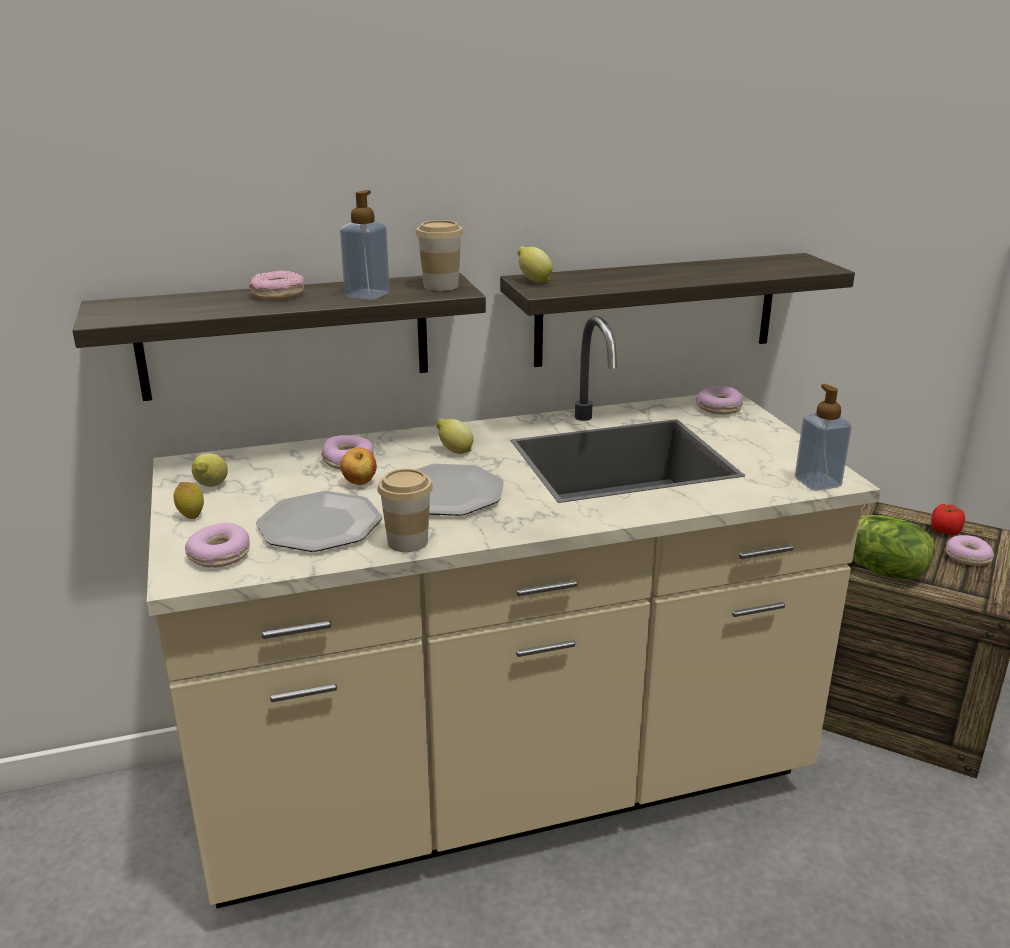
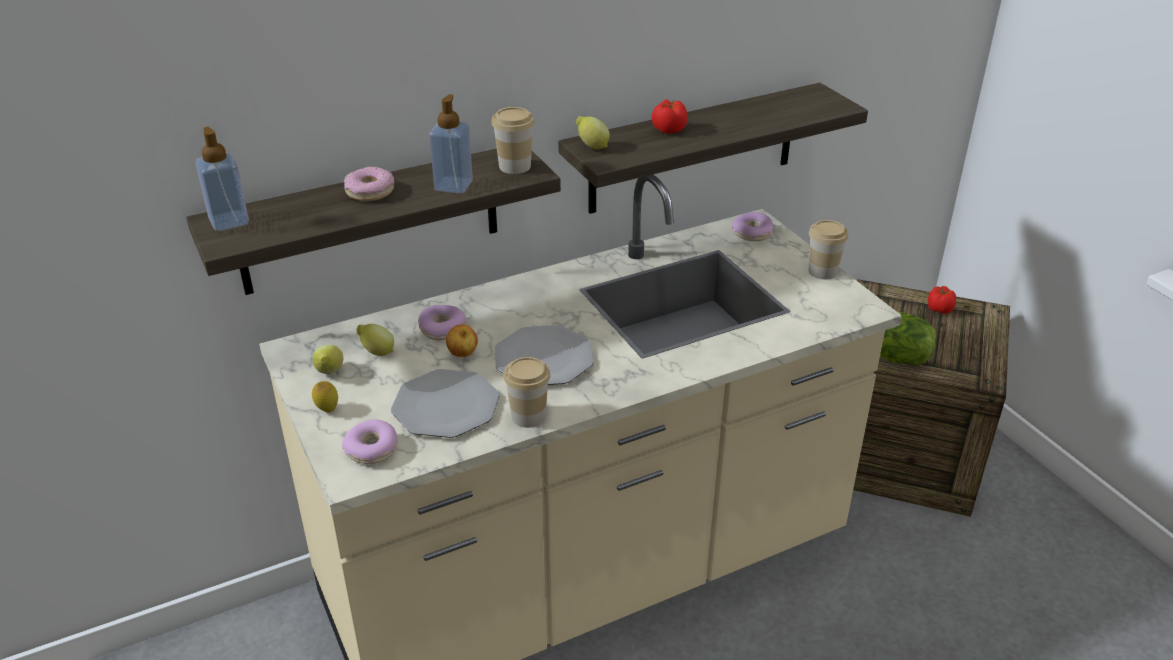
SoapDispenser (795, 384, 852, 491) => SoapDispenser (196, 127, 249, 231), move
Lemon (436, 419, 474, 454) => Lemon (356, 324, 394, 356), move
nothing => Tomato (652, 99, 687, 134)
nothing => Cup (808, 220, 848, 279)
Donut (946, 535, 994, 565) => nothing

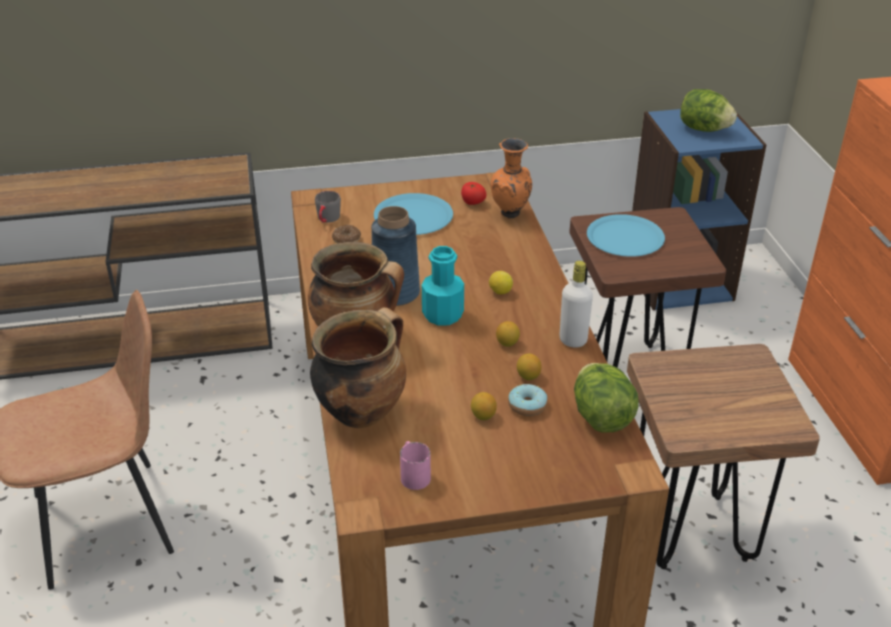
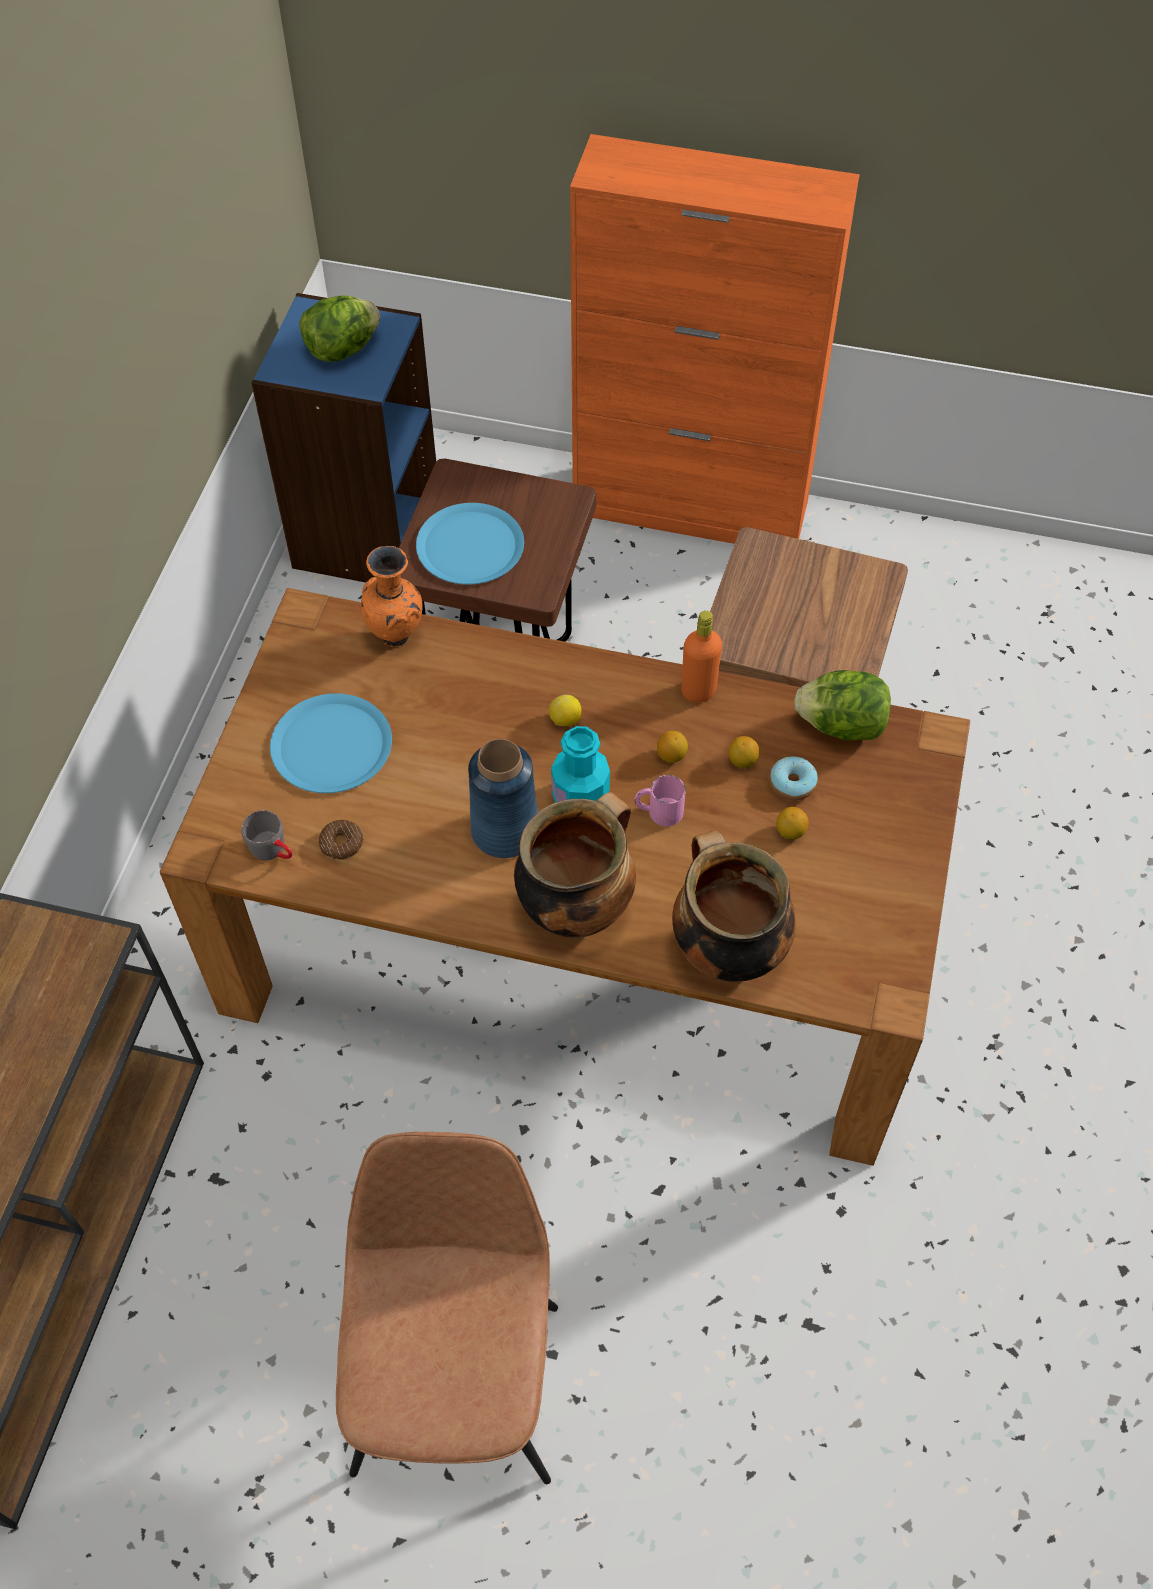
PinkMug (400, 441, 431, 490) => PinkMug (635, 775, 686, 826), move
WhiteBottle (560, 261, 593, 348) => OrangeBottle (681, 611, 722, 703)
Tomato (461, 182, 486, 205) => nothing

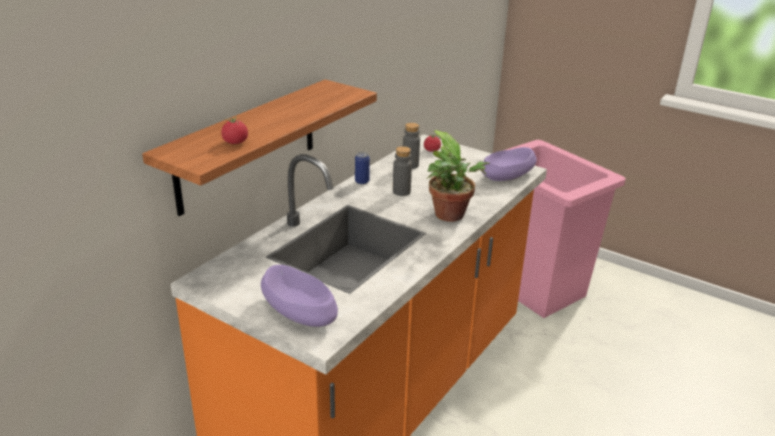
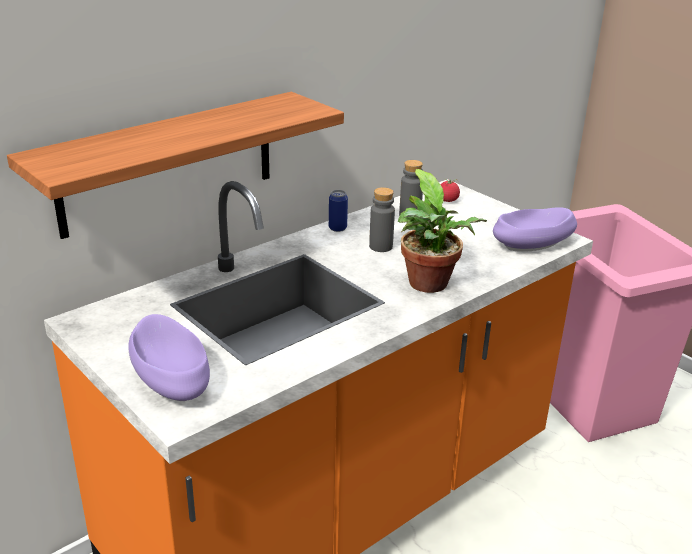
Tomato (221, 117, 248, 144) => nothing

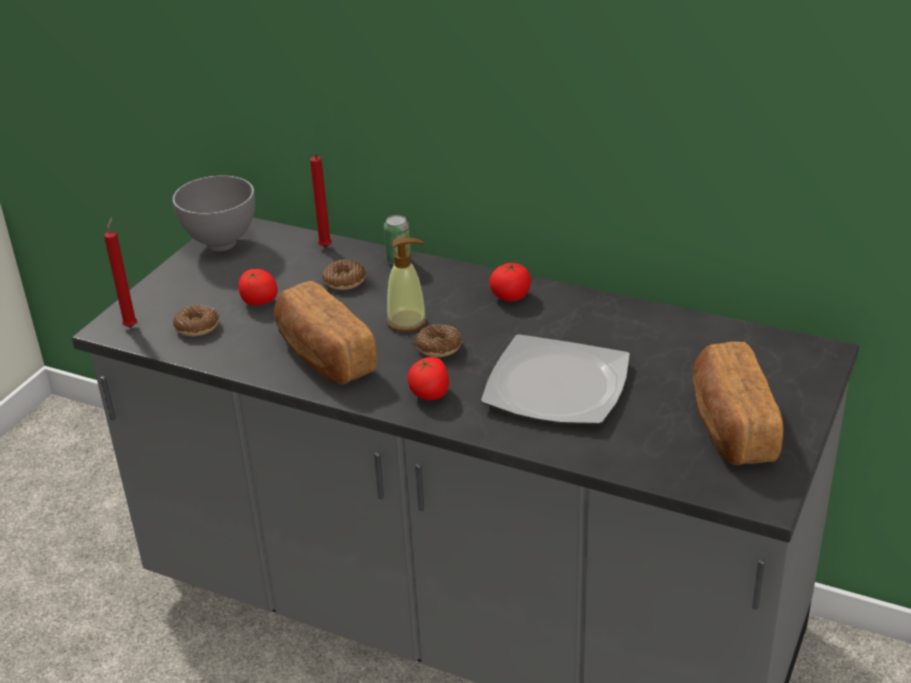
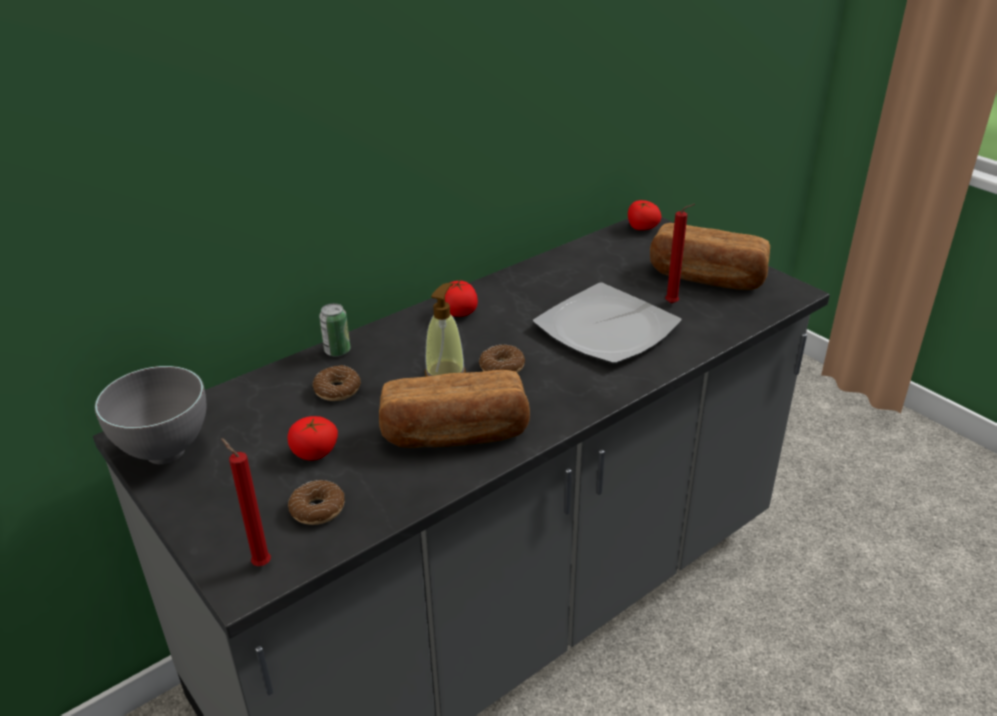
Tomato (407, 357, 449, 400) => Tomato (628, 200, 661, 230), move
RedCandle (310, 153, 332, 248) => RedCandle (665, 204, 695, 304), move

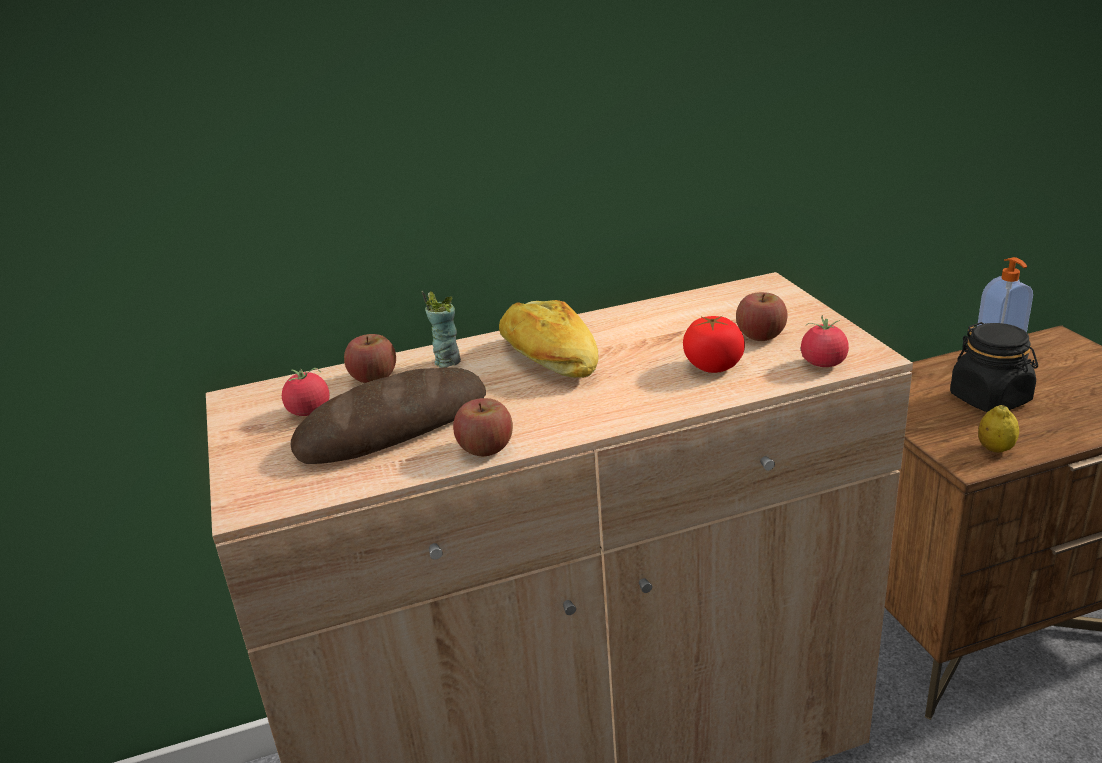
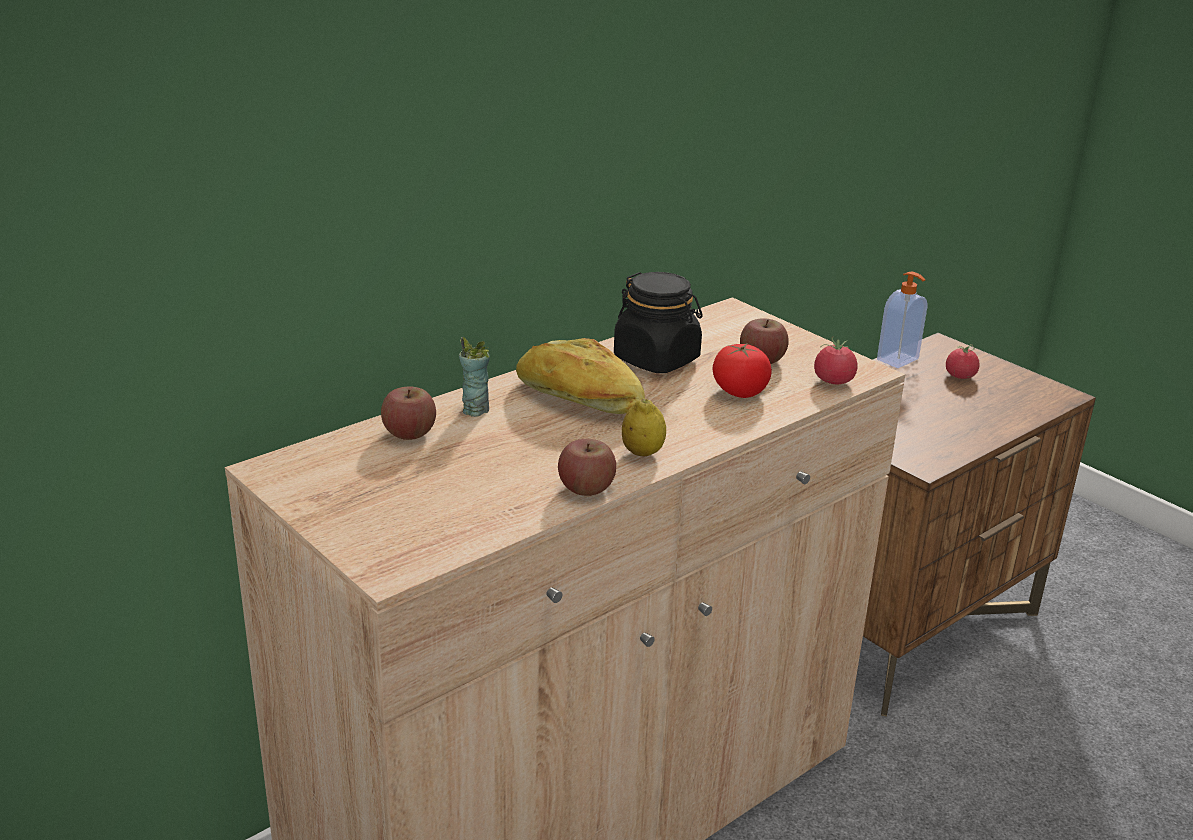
BlackJar (950, 322, 1038, 412) => BlackJar (614, 272, 703, 373), move
Lemon (978, 405, 1019, 453) => Lemon (622, 399, 666, 456), move
Tomato (282, 368, 330, 416) => Tomato (946, 344, 980, 379), move
Bread (291, 367, 486, 464) => nothing

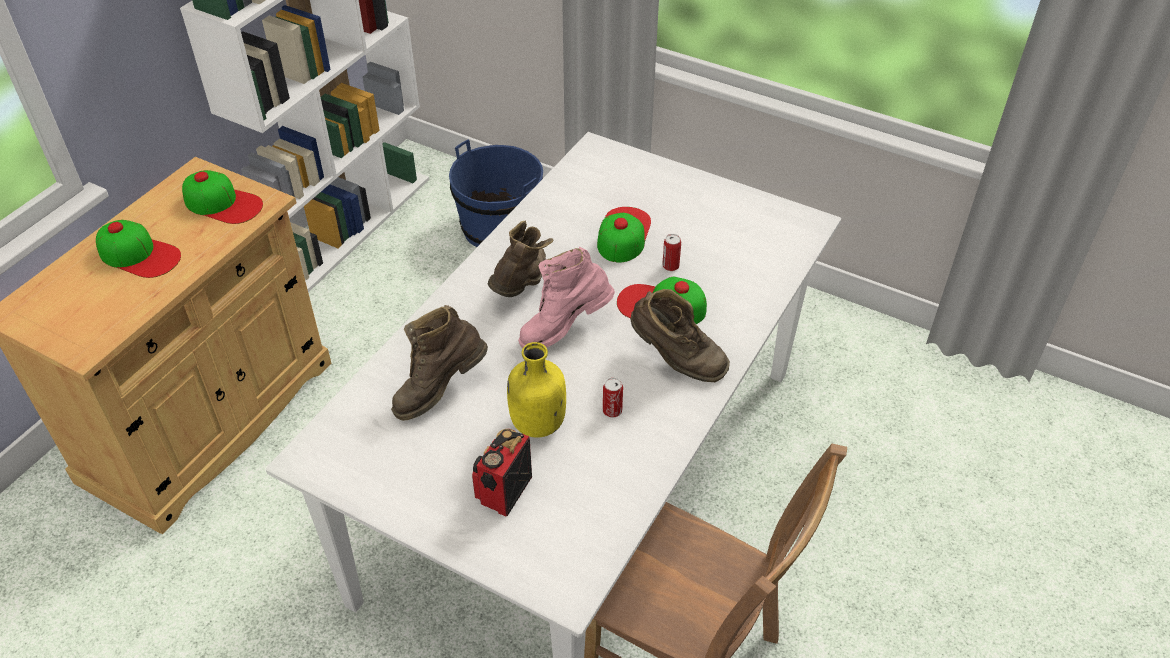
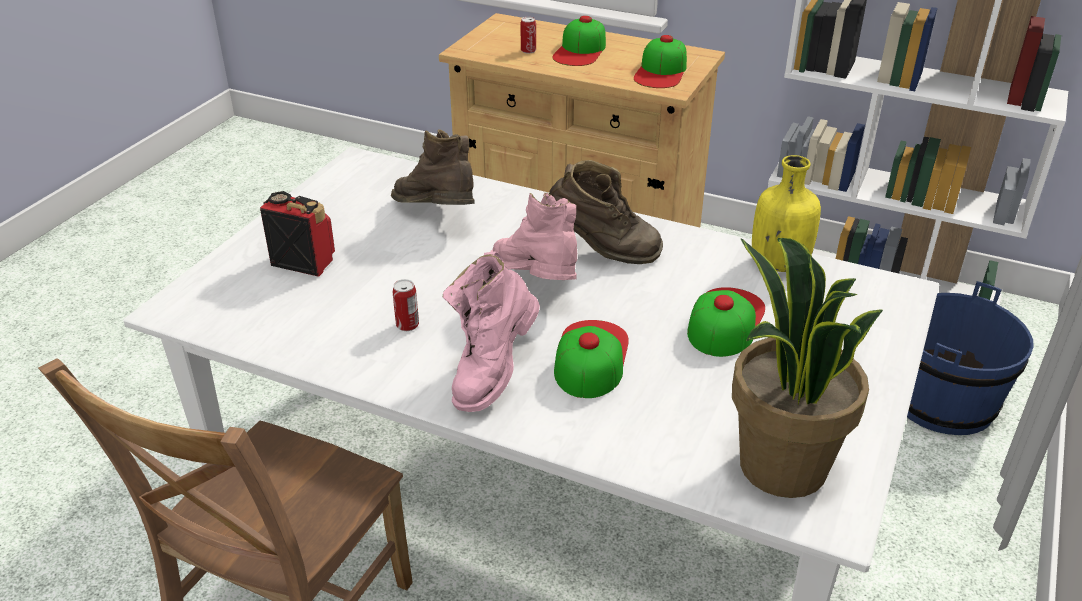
BrownBoot (630, 289, 730, 382) => PinkBoot (443, 252, 540, 412)
Can (662, 234, 681, 271) => Can (520, 17, 536, 54), move
Cap (597, 207, 651, 263) => Cap (687, 287, 765, 357), 75 degrees counterclockwise
nothing => PottedPlant (732, 238, 883, 498)
YellowBottle (507, 342, 566, 438) => YellowBottle (752, 155, 821, 272), move

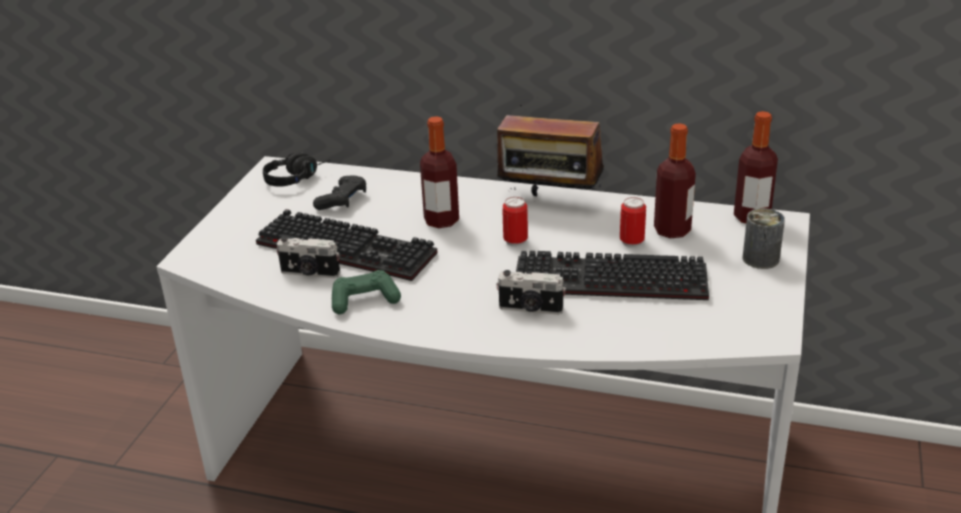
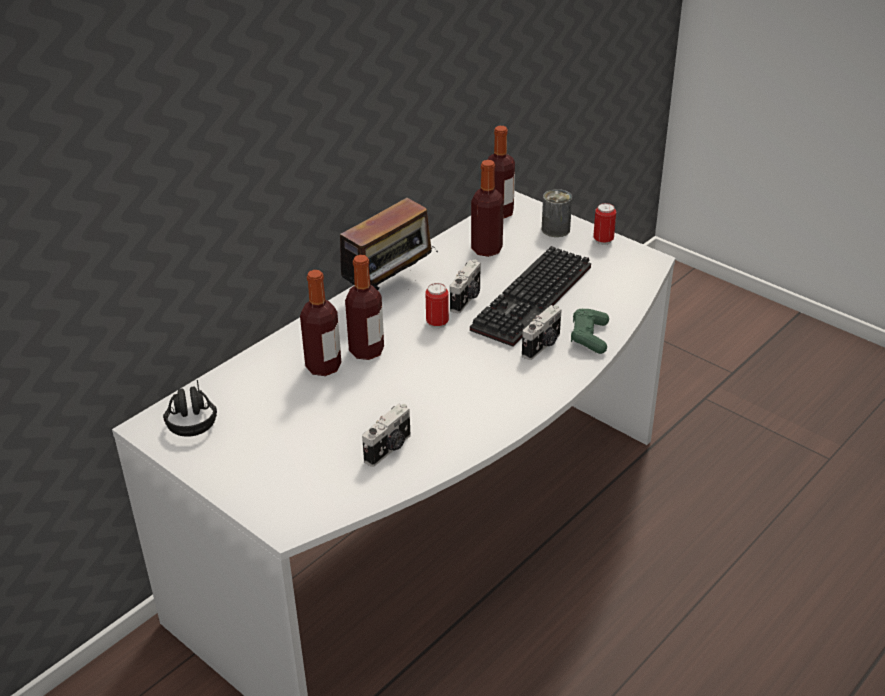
nothing => Bottle (300, 270, 341, 376)
nothing => PhotoCamera (450, 260, 481, 313)
GreenGameController (332, 270, 401, 314) => GreenGameController (571, 309, 609, 354), move
Can (620, 197, 646, 248) => Can (593, 203, 616, 245), move
Keyboard (256, 209, 438, 281) => nothing
BlackGameController (313, 175, 366, 210) => nothing

